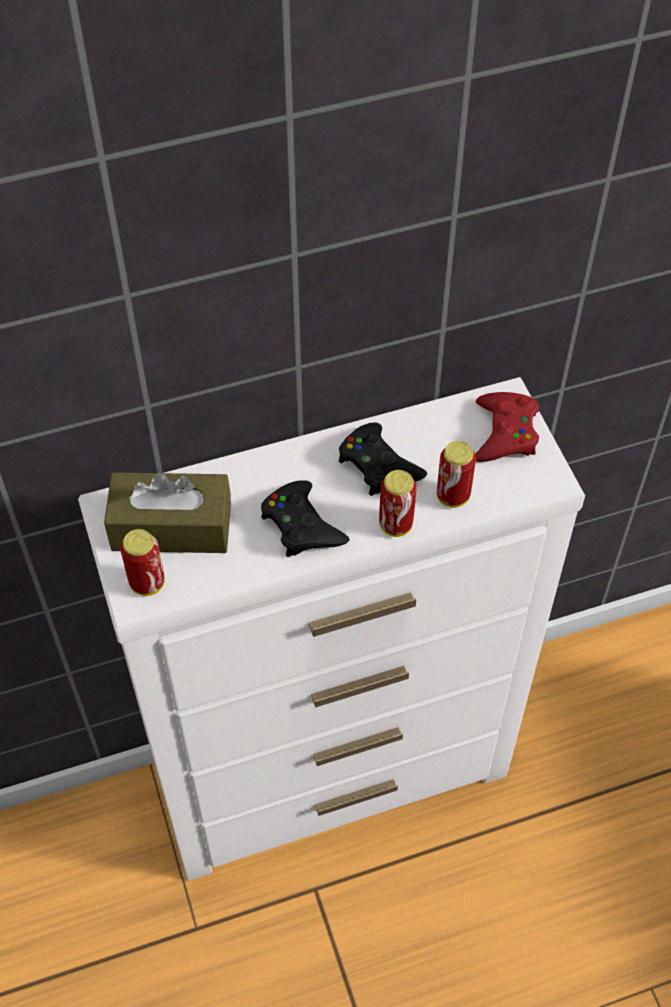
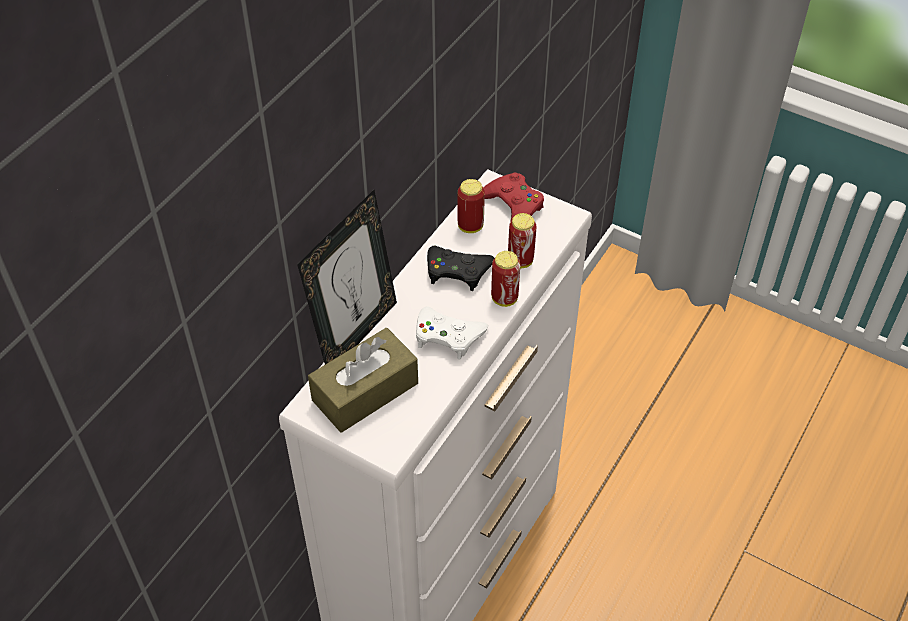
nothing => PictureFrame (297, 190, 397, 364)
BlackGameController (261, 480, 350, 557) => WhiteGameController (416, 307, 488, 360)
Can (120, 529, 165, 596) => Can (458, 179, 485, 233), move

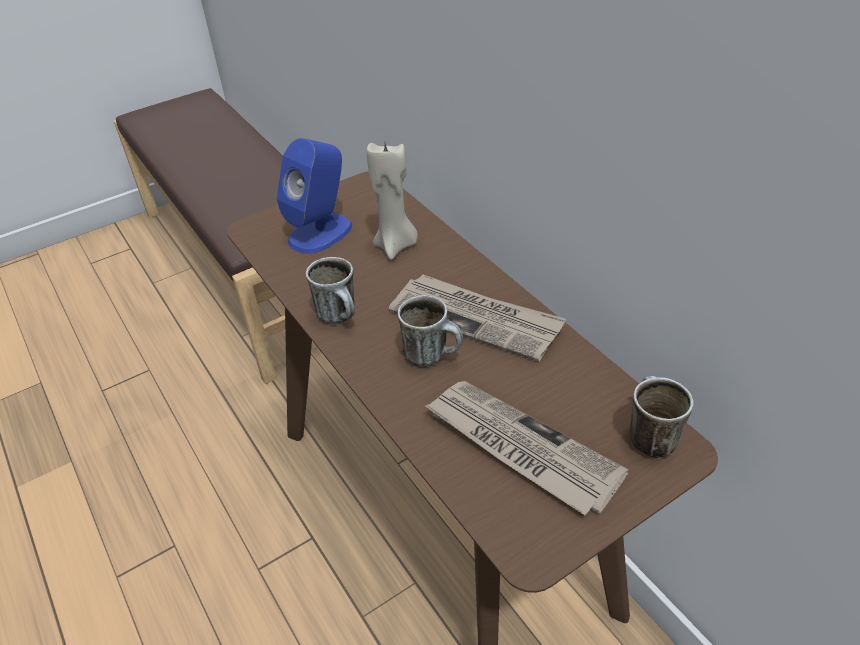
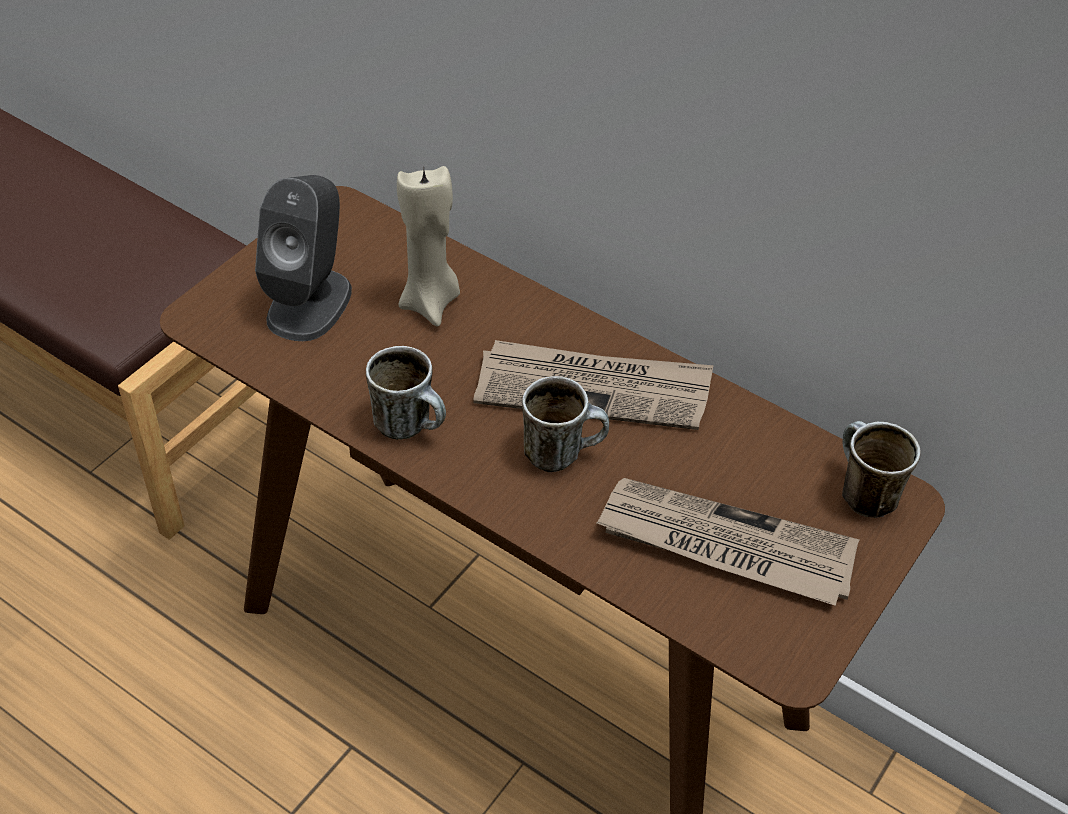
BlueSpeaker (277, 138, 352, 254) => GreySpeaker (255, 175, 352, 341)

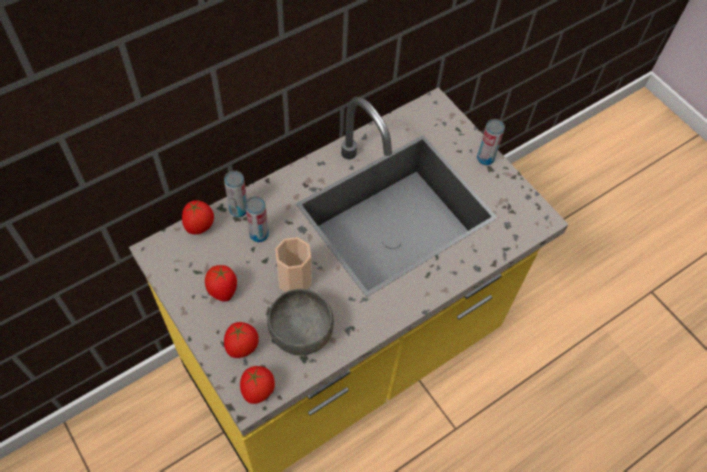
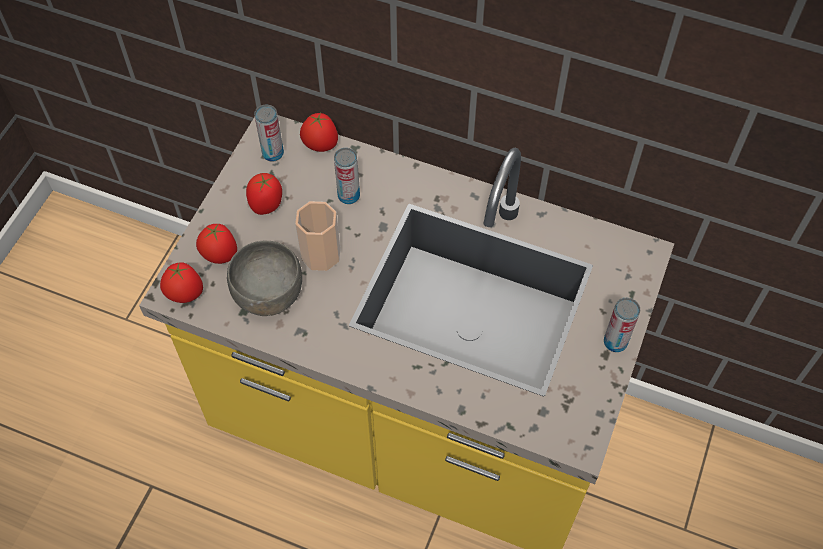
Can (224, 171, 247, 217) => Can (254, 105, 284, 162), move

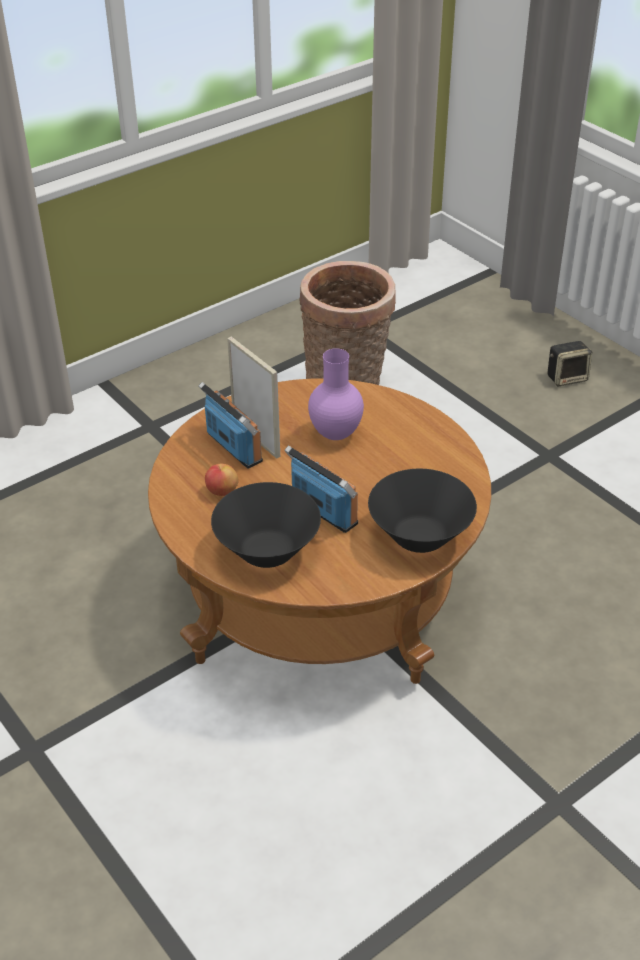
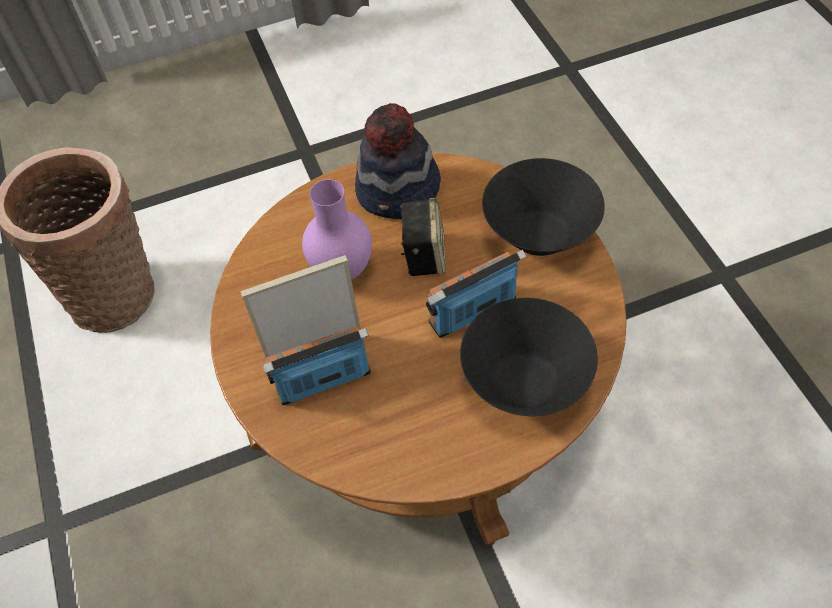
nothing => Hat (355, 103, 441, 219)
Speaker (548, 341, 592, 387) => Speaker (400, 198, 446, 276), move
Apple (205, 464, 239, 496) => nothing

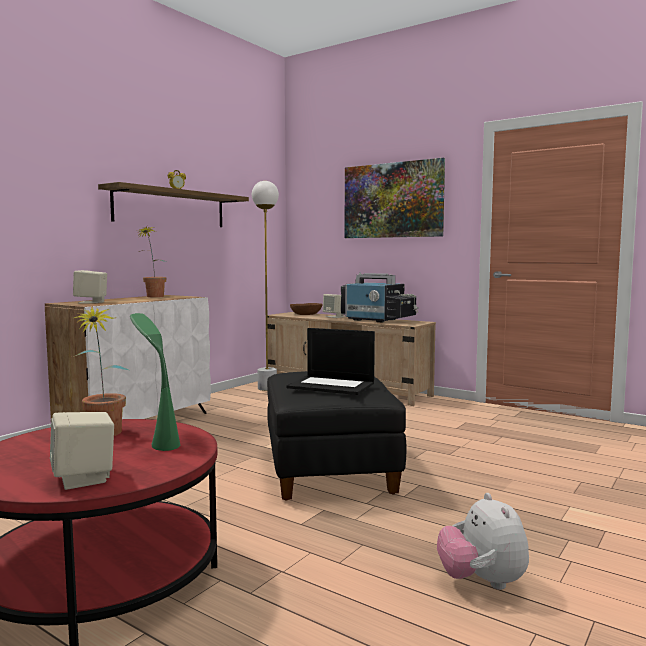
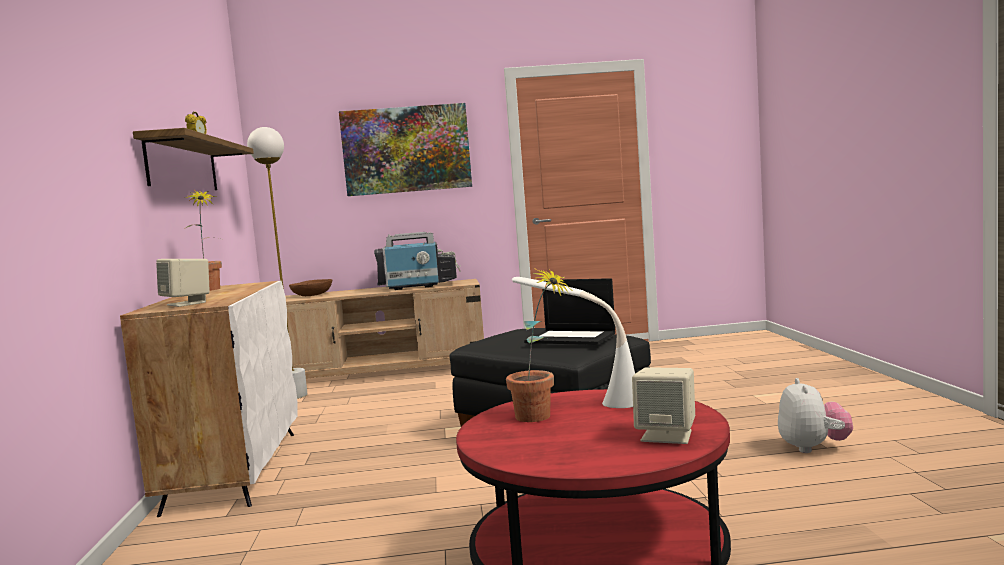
GreenTableLamp (130, 313, 180, 451) => WhiteTableLamp (512, 277, 635, 408)
Laptop (286, 328, 375, 395) => Laptop (524, 278, 615, 345), 45 degrees clockwise
PlushToy (437, 493, 529, 590) => PlushToy (778, 378, 853, 453), 120 degrees counterclockwise
BeigeSpeaker (323, 294, 345, 318) => nothing

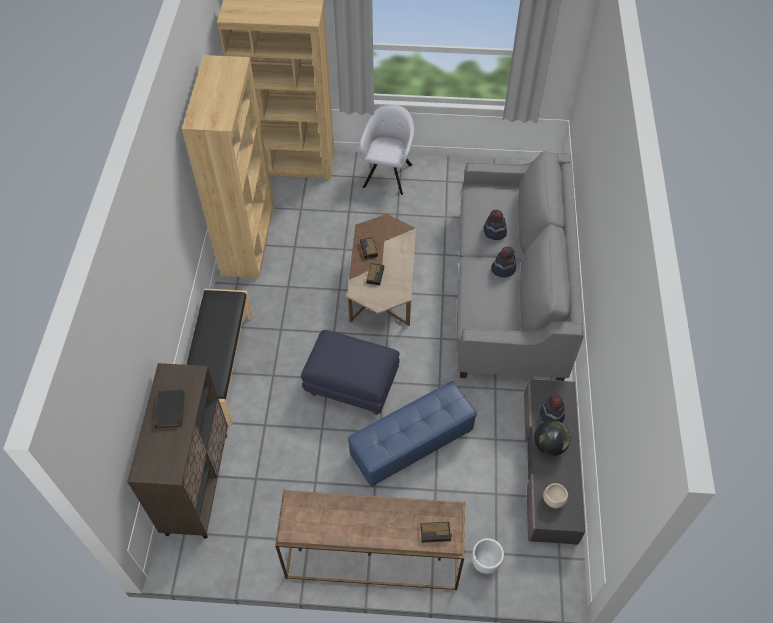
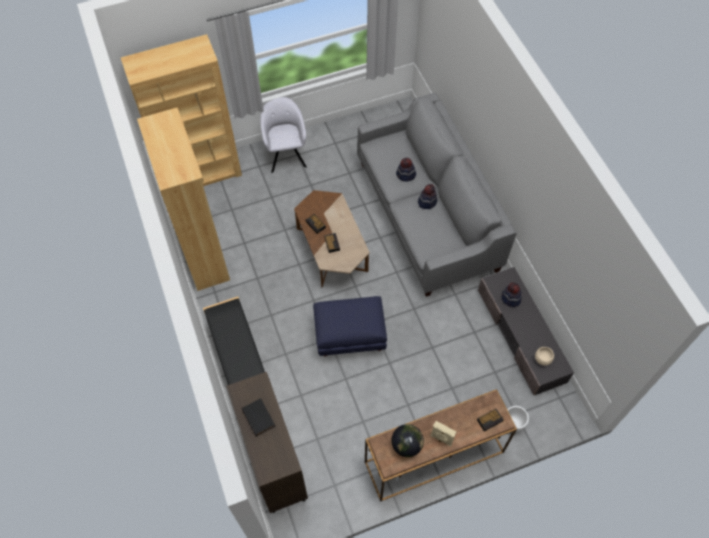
Globe (534, 420, 570, 456) => Globe (392, 424, 424, 457), move
nothing => BeigeSpeaker (431, 421, 456, 446)
BlueOttoman (348, 381, 477, 487) => nothing

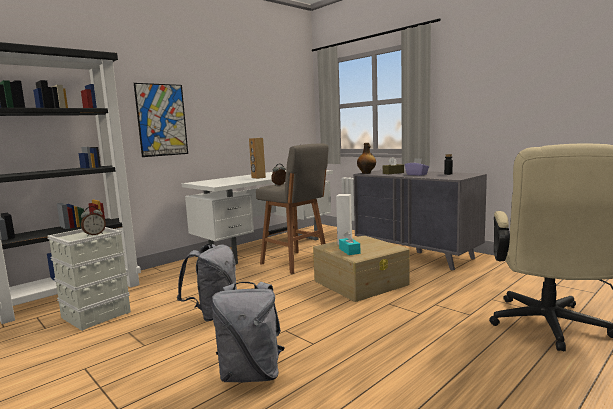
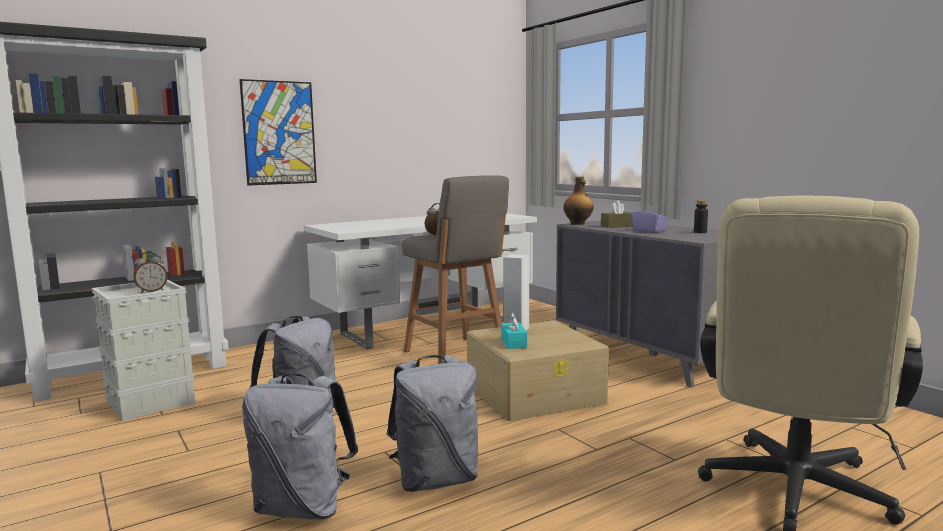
nothing => GreyBackpack (387, 355, 478, 492)
BrownSpeaker (249, 138, 266, 179) => nothing

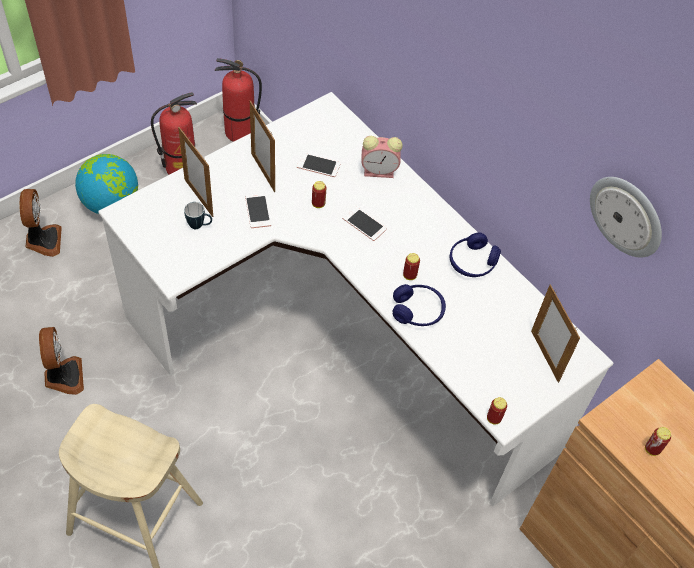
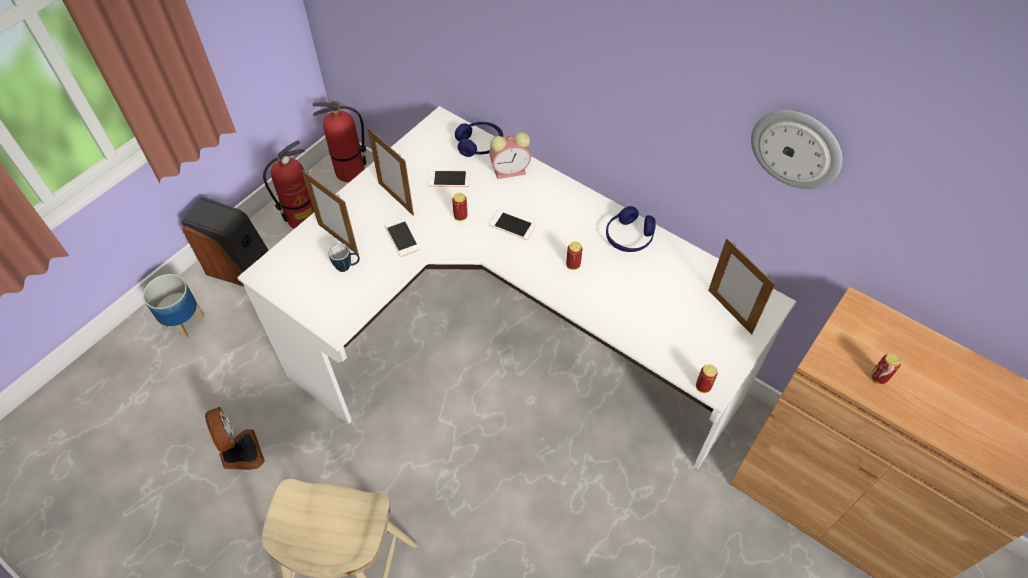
Fan (19, 189, 62, 257) => Planter (143, 274, 205, 339)
Globe (75, 154, 138, 214) => Speaker (181, 196, 269, 286)
BlueHeadphones (392, 284, 446, 326) => BlueHeadphones (455, 122, 503, 157), move

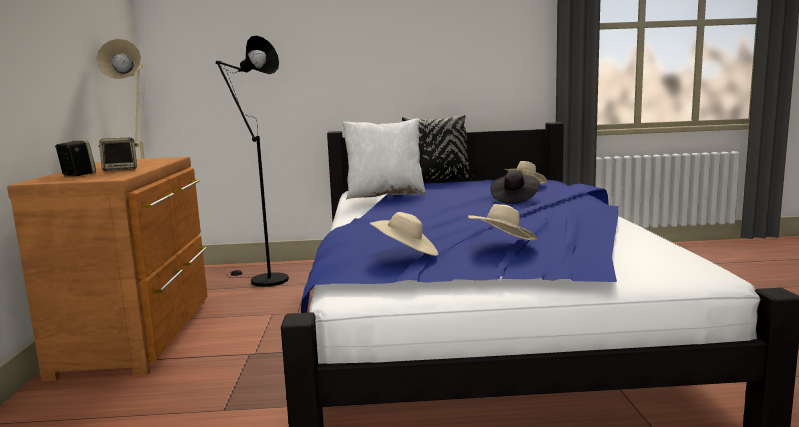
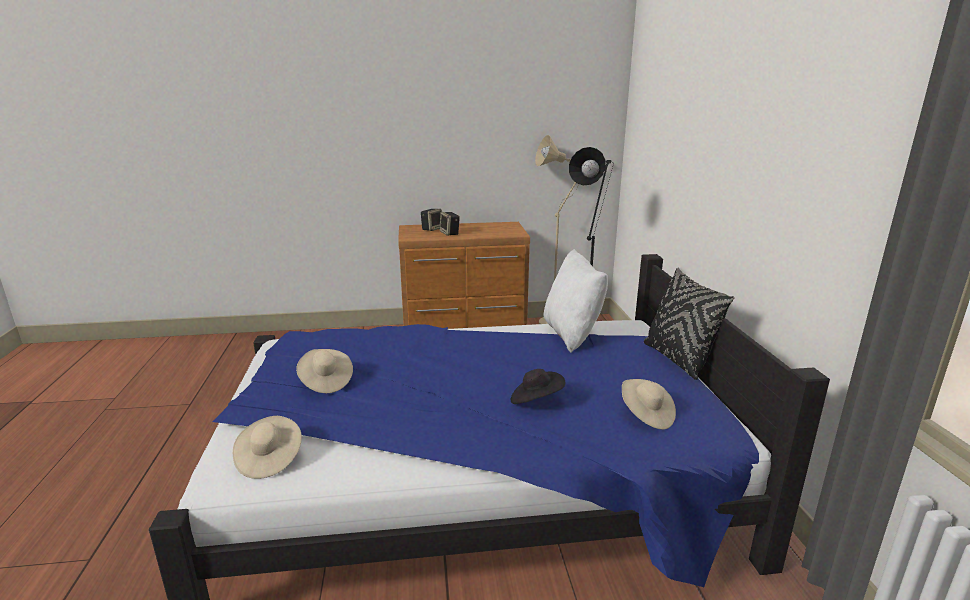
BeigeHat (370, 212, 438, 256) => BeigeHat (233, 416, 302, 479), move

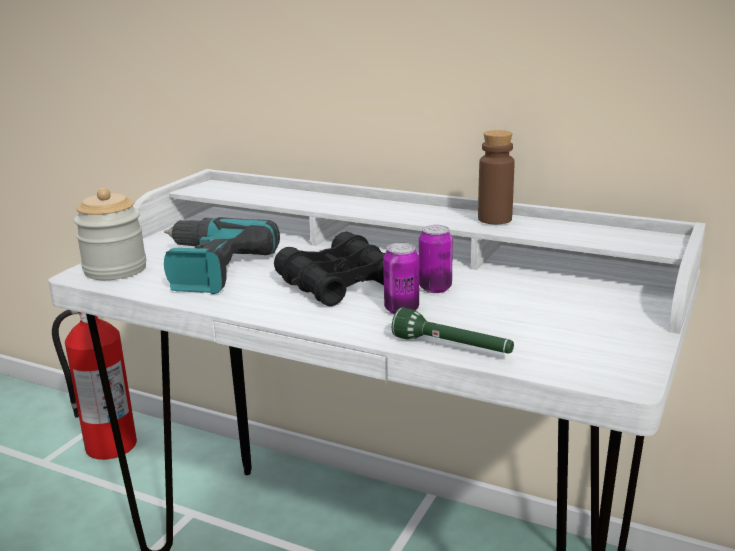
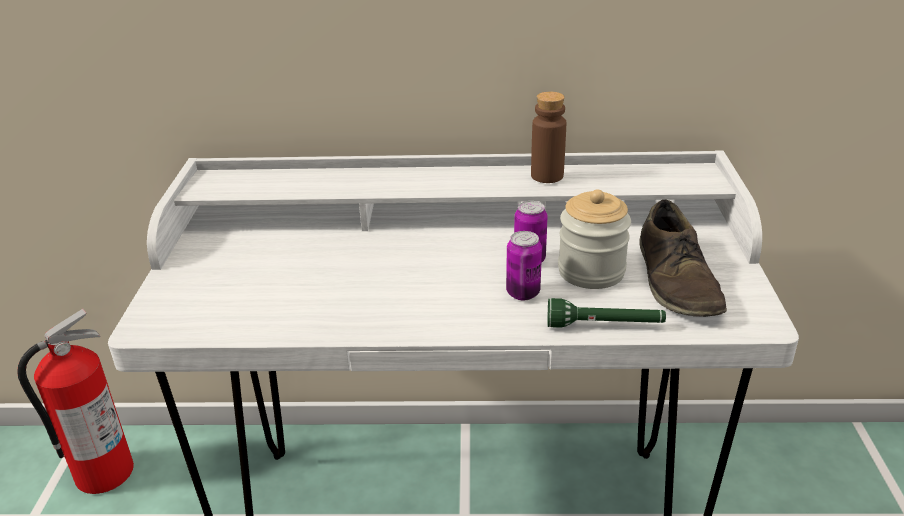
Jar (74, 188, 147, 280) => Jar (558, 189, 631, 289), move
nothing => BrownShoe (639, 199, 727, 317)
PowerDrill (164, 217, 280, 294) => nothing
BlackBinoculars (274, 232, 385, 306) => nothing

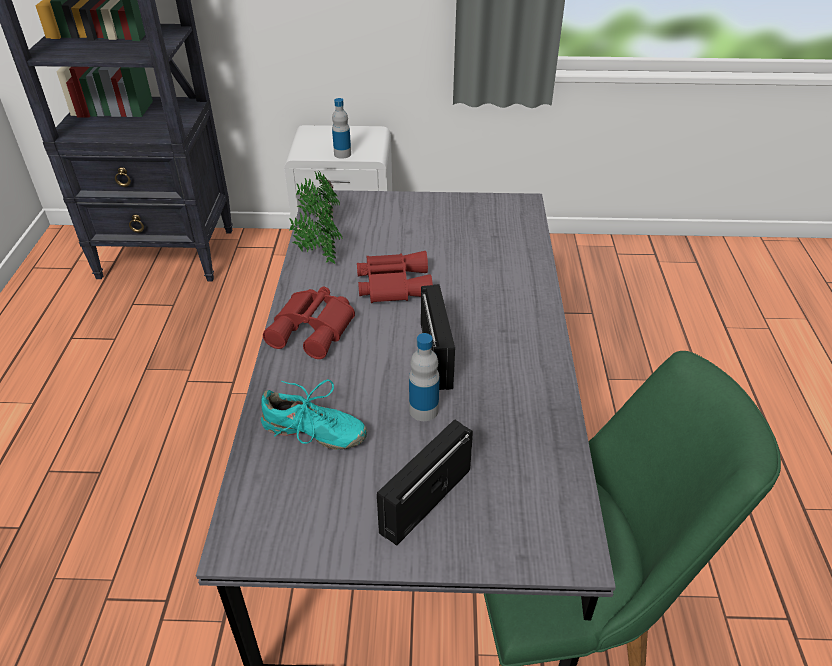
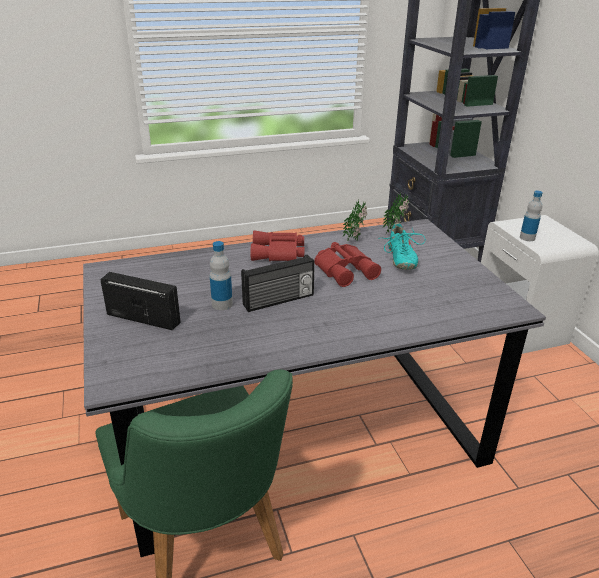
TurquoiseShoe (261, 379, 367, 450) => TurquoiseShoe (378, 223, 426, 270), move

